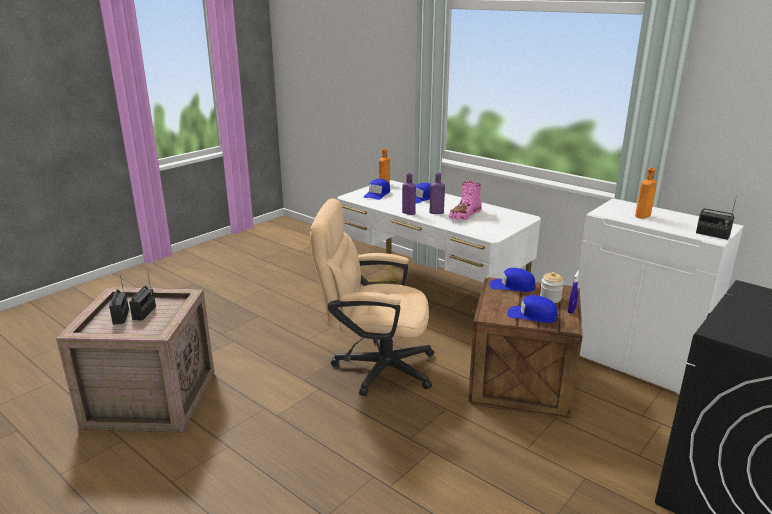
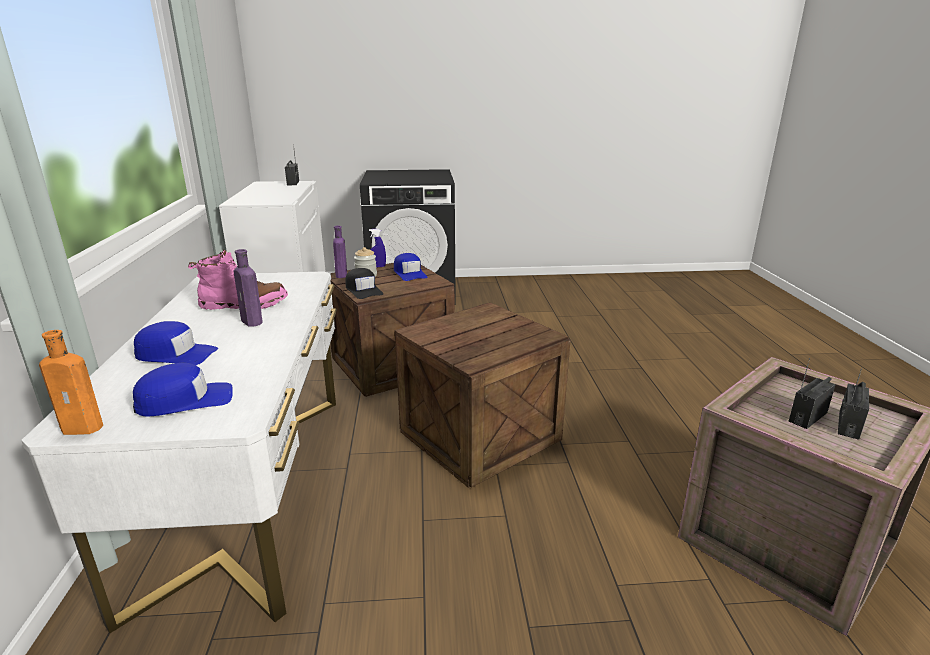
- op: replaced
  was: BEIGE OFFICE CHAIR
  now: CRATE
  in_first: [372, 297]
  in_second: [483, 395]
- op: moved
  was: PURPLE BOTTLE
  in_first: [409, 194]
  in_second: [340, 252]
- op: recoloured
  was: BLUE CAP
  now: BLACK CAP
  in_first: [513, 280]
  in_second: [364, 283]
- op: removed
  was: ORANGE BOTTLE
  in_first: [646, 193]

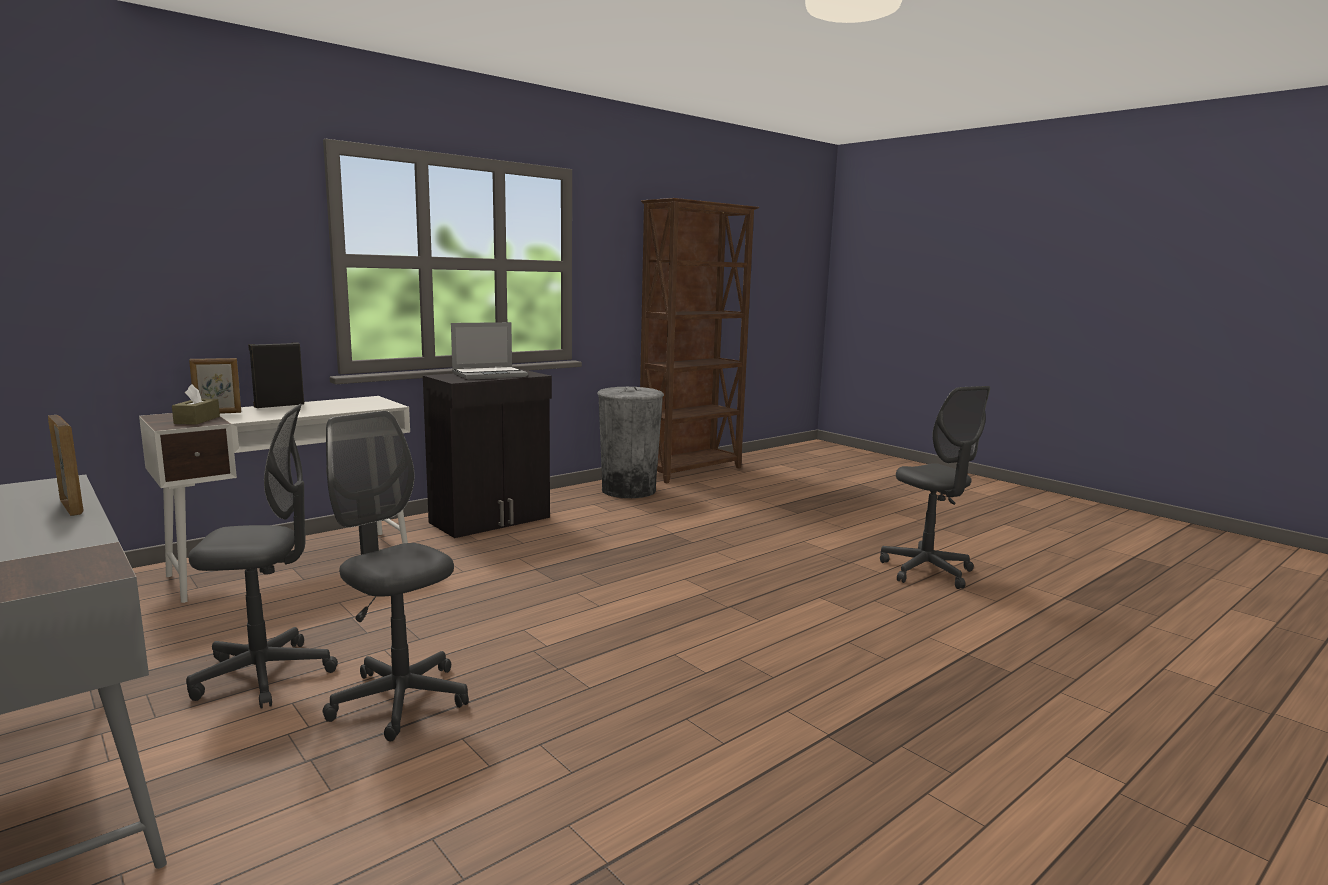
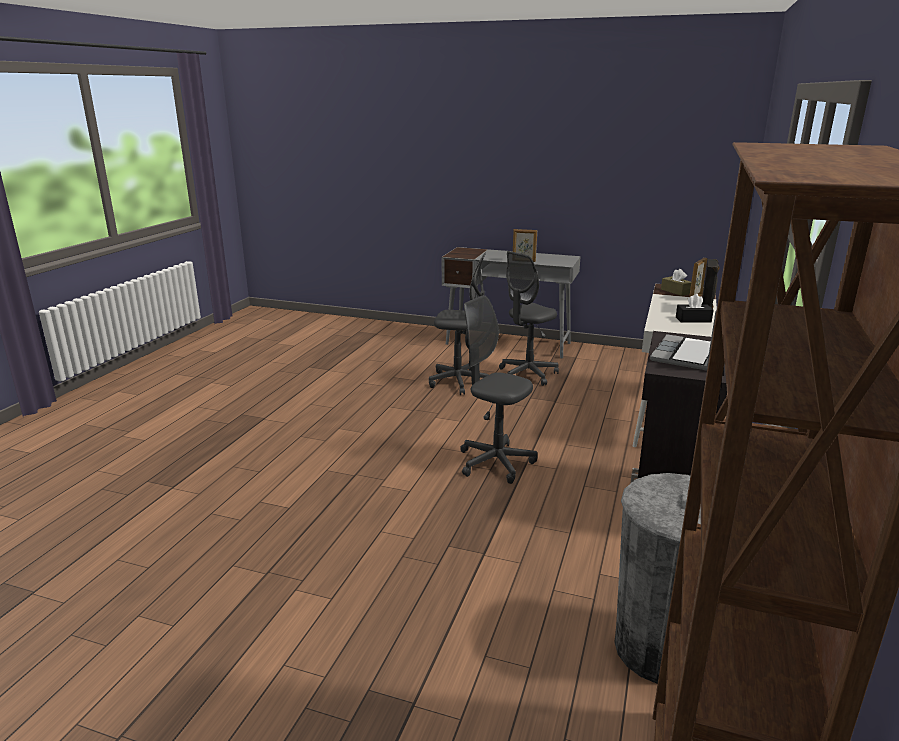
- op: moved
  was: GREY OFFICE CHAIR
  in_first: [935, 487]
  in_second: [498, 389]
- op: added
  now: BLACK TISSUE BOX
  in_second: [695, 308]

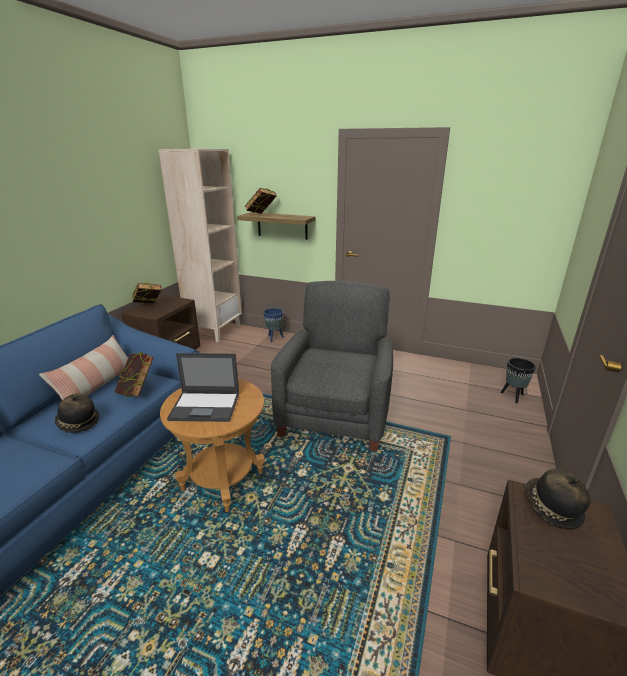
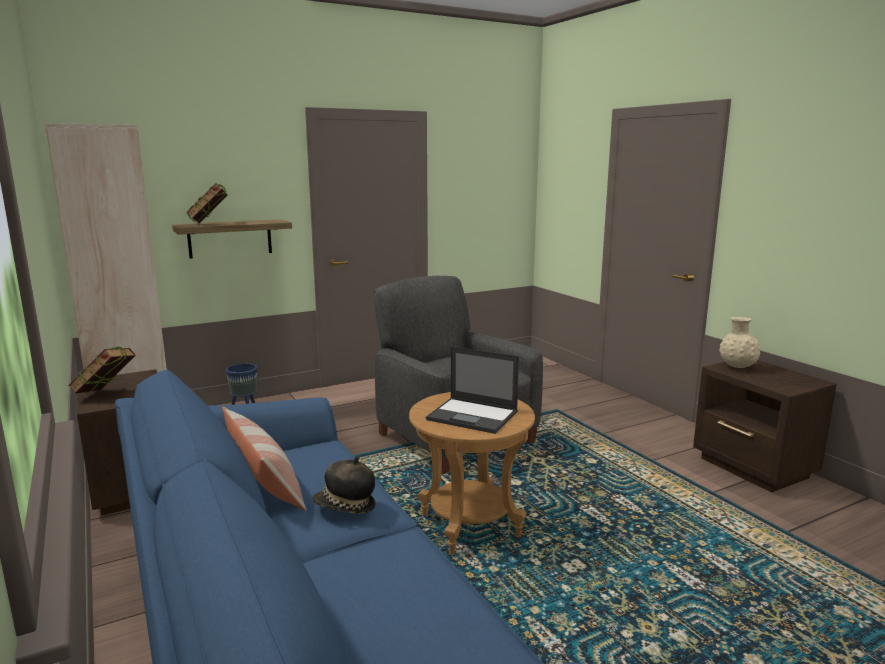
- op: removed
  was: BOOK
  in_first: [134, 374]
- op: turned
  was: LAPTOP
  in_first: [203, 387]
  in_second: [472, 390]
  clockwise: 75
- op: removed
  was: BLACK PLANTER
  in_first: [518, 380]
- op: replaced
  was: HAT
  now: BEIGE VASE
  in_first: [558, 499]
  in_second: [739, 342]

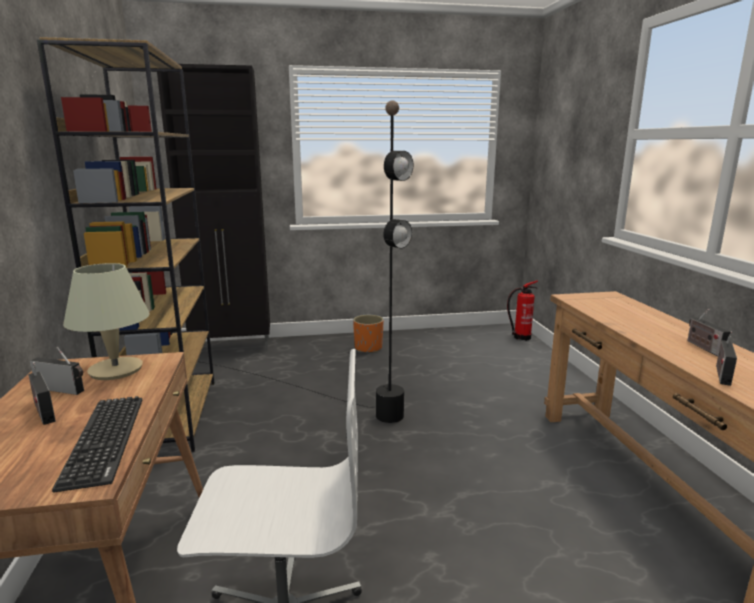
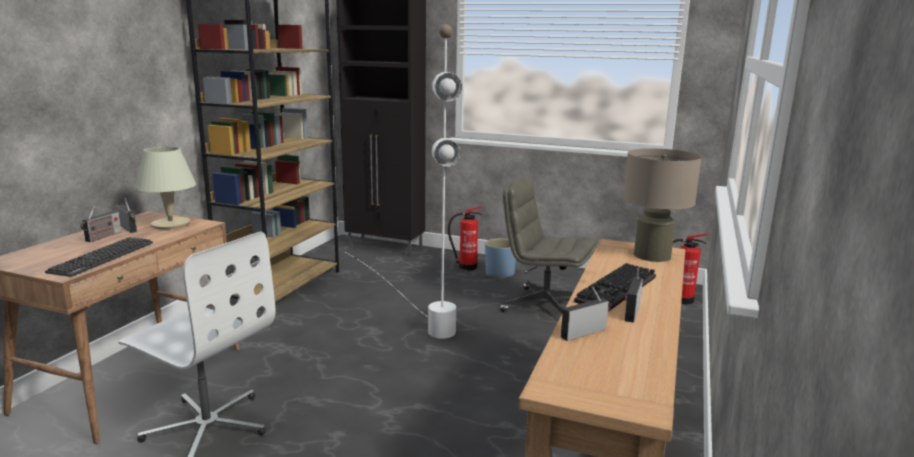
- op: turned
  was: RADIO
  in_first: [42, 393]
  in_second: [101, 223]
  clockwise: -150
- op: recoloured
  was: BLACK FLOOR LAMP
  now: WHITE FLOOR LAMP
  in_first: [305, 261]
  in_second: [403, 181]
- op: recoloured
  was: ORANGE PLANTER
  now: BLUE PLANTER
  in_first: [368, 333]
  in_second: [500, 258]
- op: added
  now: FIRE EXTINGUISHER
  in_second: [465, 238]
- op: added
  now: GREY OFFICE CHAIR
  in_second: [548, 245]
- op: added
  now: KEYBOARD
  in_second: [615, 287]
- op: added
  now: BEIGE TABLE LAMP
  in_second: [662, 205]

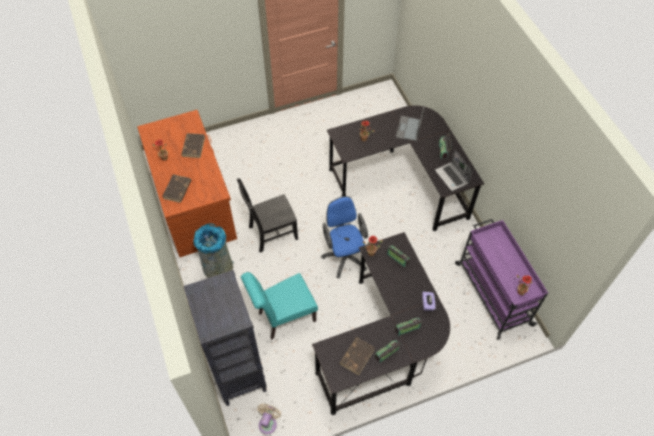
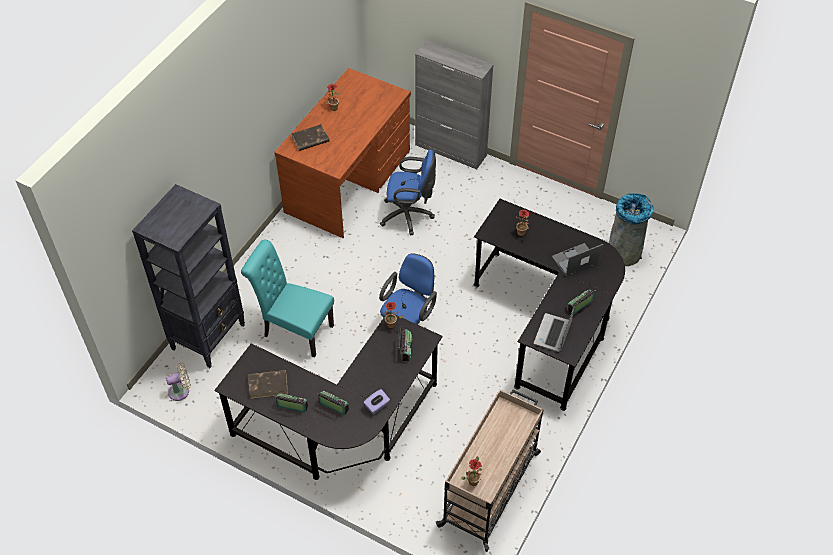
- op: removed
  was: BROWN BOOK
  in_first: [193, 145]
- op: moved
  was: GREY TRASH CAN
  in_first: [213, 251]
  in_second: [631, 229]
- op: removed
  was: BLACK CHAIR
  in_first: [267, 215]
- op: recoloured
  was: PURPLE CART
  now: BEIGE CART
  in_first: [501, 279]
  in_second: [489, 471]
- op: added
  now: BLUE OFFICE CHAIR
  in_second: [408, 192]
- op: added
  now: GREY CABINET
  in_second: [454, 104]

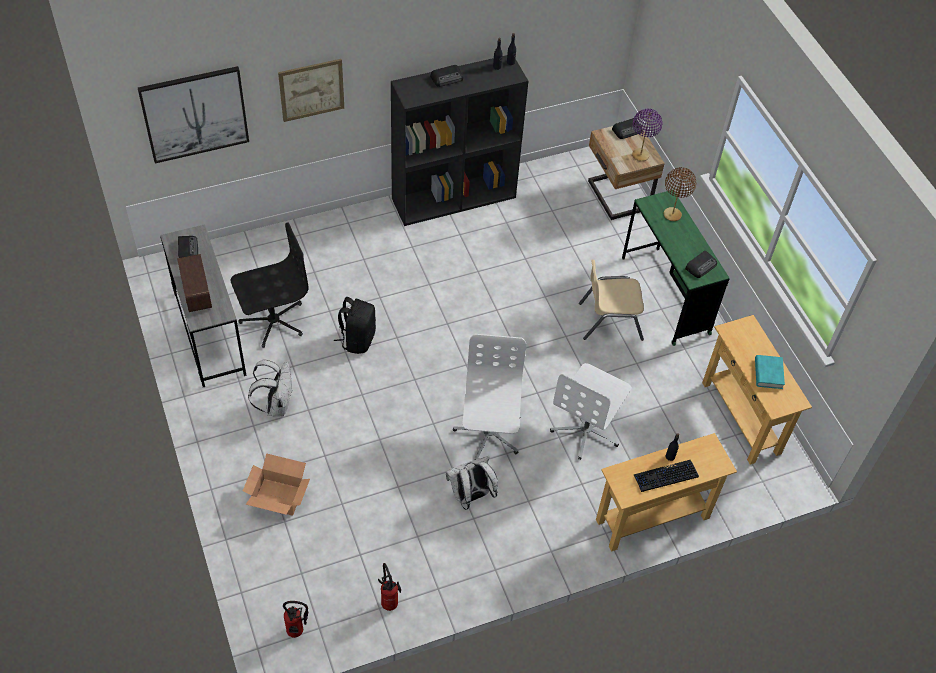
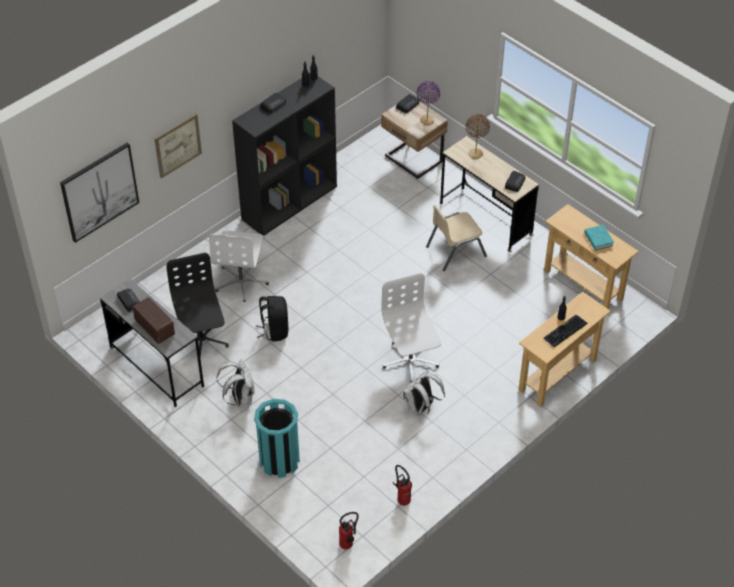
- op: turned
  was: BLACK OFFICE CHAIR
  in_first: [270, 285]
  in_second: [197, 305]
  clockwise: -60
- op: replaced
  was: CARDBOARD BOX
  now: TURQUOISE TRASH CAN
  in_first: [276, 484]
  in_second: [277, 438]
- op: moved
  was: WHITE OFFICE CHAIR
  in_first: [591, 411]
  in_second: [239, 266]
- op: recoloured
  was: GREEN DESK
  now: BEIGE DESK
  in_first: [675, 268]
  in_second: [489, 194]

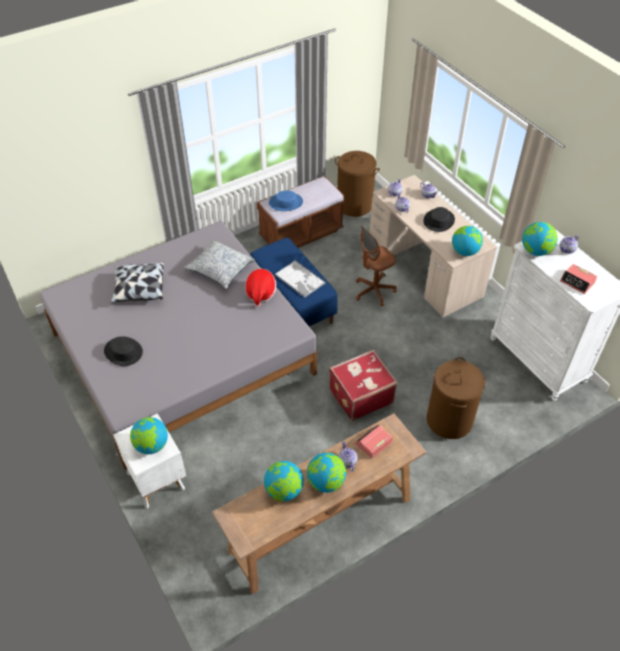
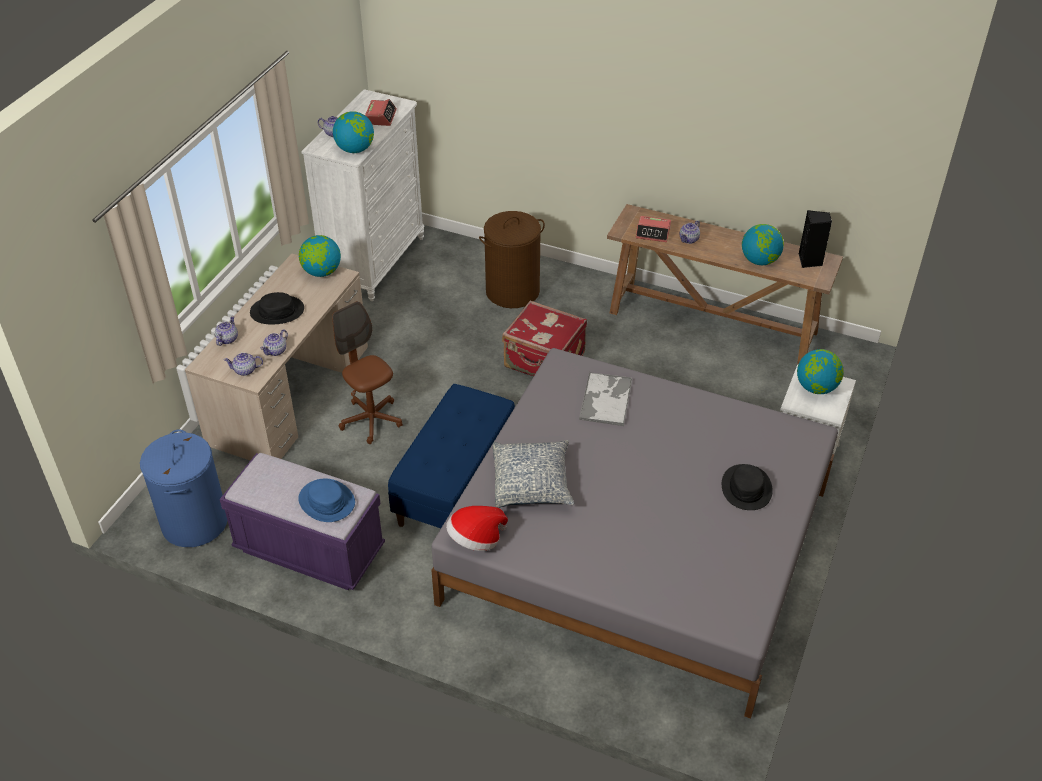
- op: removed
  was: PILLOW
  in_first: [137, 282]
- op: moved
  was: HAT
  in_first: [260, 288]
  in_second: [477, 528]
- op: recoloured
  was: BROWN BENCH
  now: PURPLE BENCH
  in_first: [301, 212]
  in_second: [302, 521]
- op: moved
  was: TRAY
  in_first: [300, 279]
  in_second: [605, 399]
- op: removed
  was: GLOBE
  in_first: [326, 473]
- op: recoloured
  was: BROWN LAUNDRY BASKET
  now: BLUE LAUNDRY BASKET
  in_first: [357, 184]
  in_second: [183, 488]
- op: turned
  was: BROWN OFFICE CHAIR
  in_first: [376, 266]
  in_second: [367, 372]
  clockwise: -150
- op: added
  now: BLACK SPEAKER
  in_second: [815, 239]

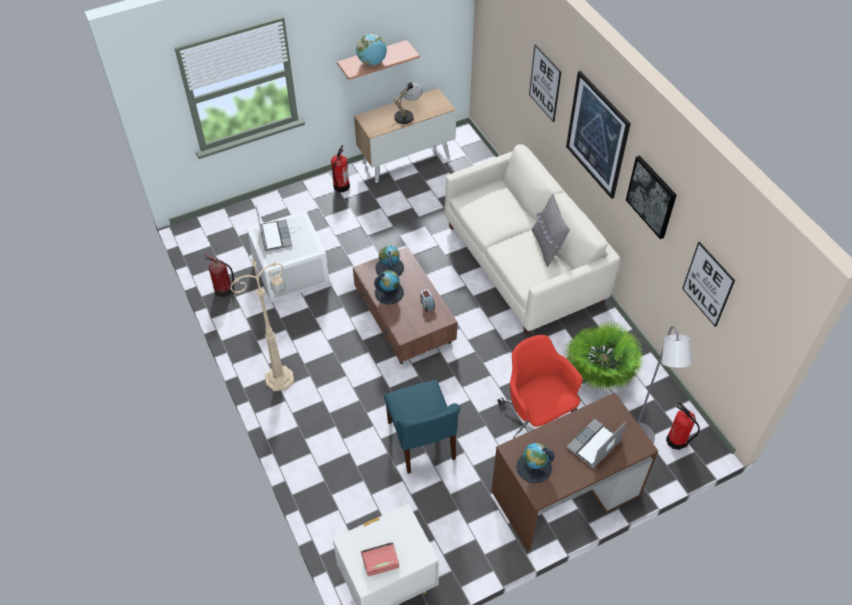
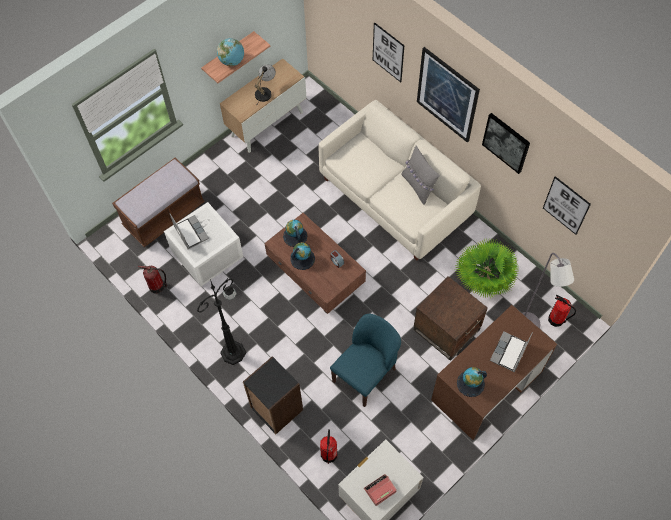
- op: recoloured
  was: BEIGE FLOOR LAMP
  now: BLACK FLOOR LAMP
  in_first: [262, 321]
  in_second: [221, 321]
- op: moved
  was: FIRE EXTINGUISHER
  in_first: [340, 168]
  in_second: [329, 446]
- op: turned
  was: BLUE CHAIR
  in_first: [422, 427]
  in_second: [365, 360]
  clockwise: -105
- op: replaced
  was: RED OFFICE CHAIR
  now: BROWN SIDE TABLE
  in_first: [539, 387]
  in_second: [451, 318]
- op: added
  now: BROWN BENCH
  in_second: [158, 202]
- op: added
  now: BLACK BOOKCASE
  in_second: [273, 395]

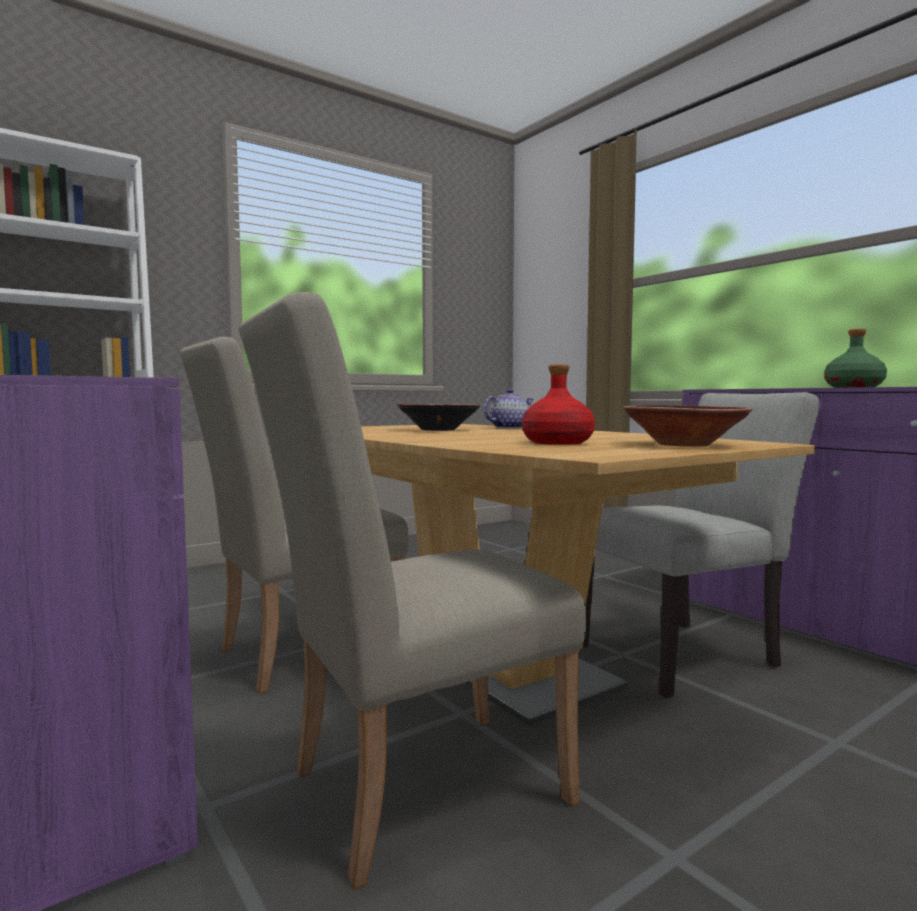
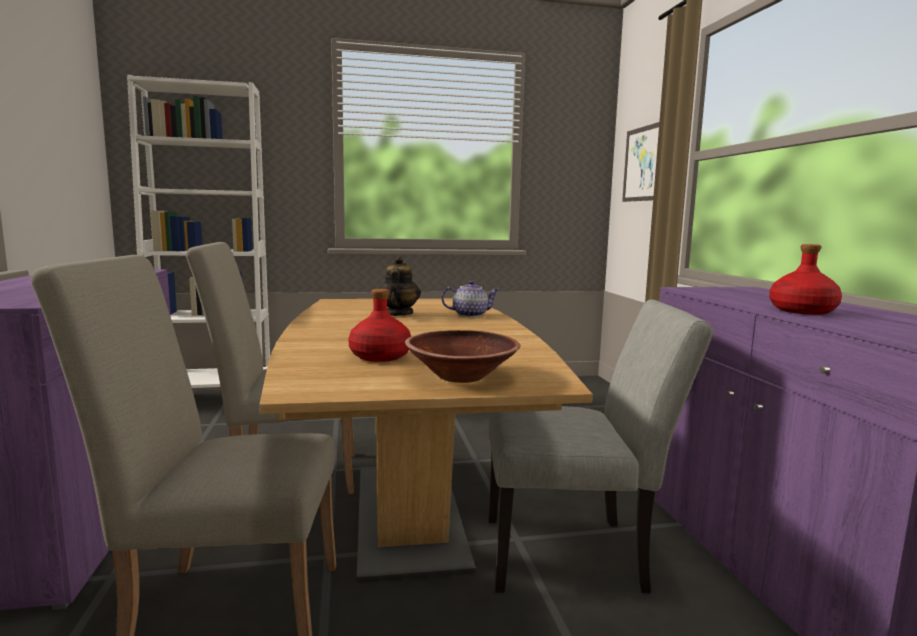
- op: replaced
  was: BLACK BOWL
  now: TEAPOT
  in_first: [438, 417]
  in_second: [399, 285]
- op: recoloured
  was: GREEN BOTTLE
  now: RED BOTTLE
  in_first: [855, 358]
  in_second: [805, 279]
- op: added
  now: PICTURE
  in_second: [640, 162]

